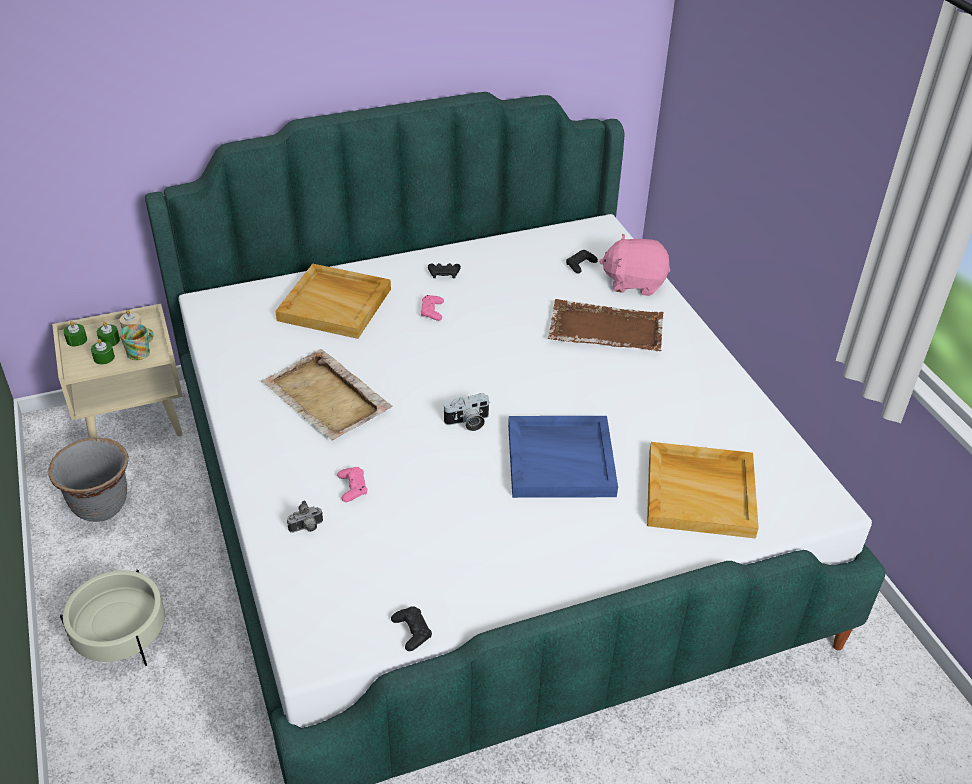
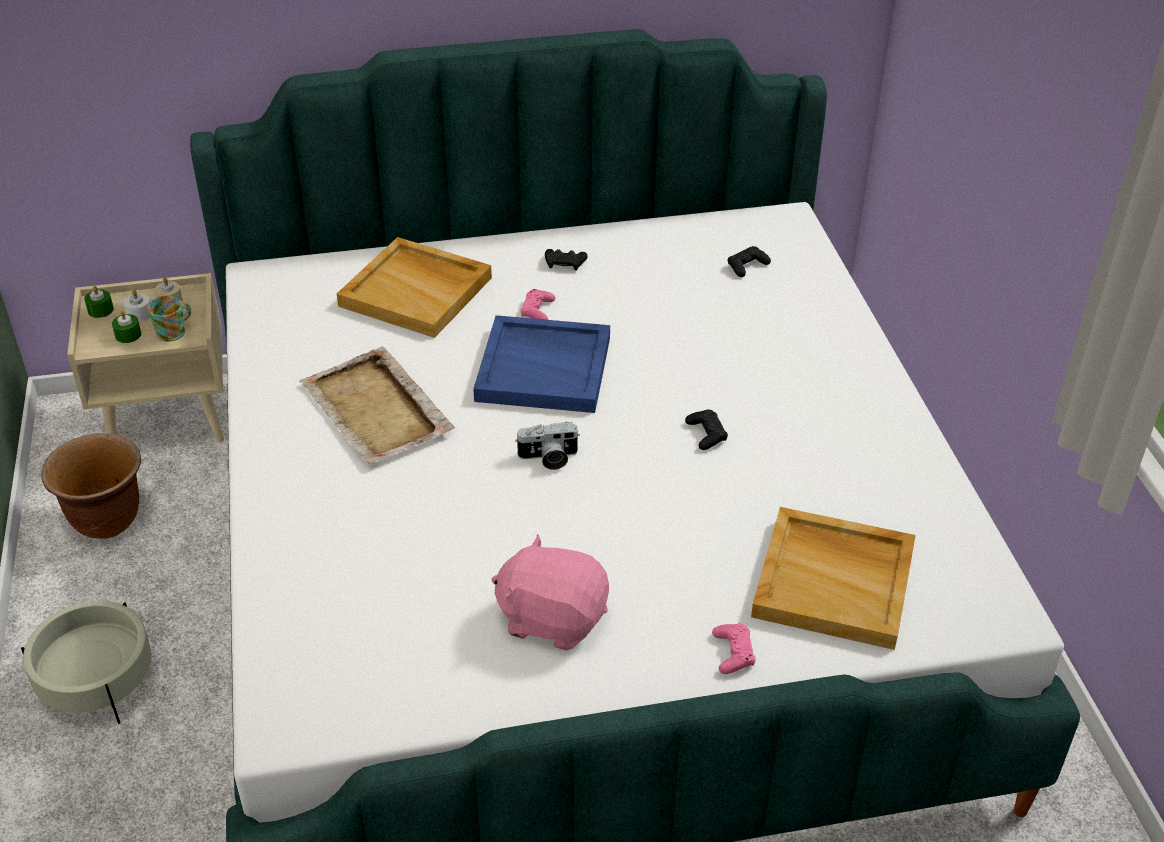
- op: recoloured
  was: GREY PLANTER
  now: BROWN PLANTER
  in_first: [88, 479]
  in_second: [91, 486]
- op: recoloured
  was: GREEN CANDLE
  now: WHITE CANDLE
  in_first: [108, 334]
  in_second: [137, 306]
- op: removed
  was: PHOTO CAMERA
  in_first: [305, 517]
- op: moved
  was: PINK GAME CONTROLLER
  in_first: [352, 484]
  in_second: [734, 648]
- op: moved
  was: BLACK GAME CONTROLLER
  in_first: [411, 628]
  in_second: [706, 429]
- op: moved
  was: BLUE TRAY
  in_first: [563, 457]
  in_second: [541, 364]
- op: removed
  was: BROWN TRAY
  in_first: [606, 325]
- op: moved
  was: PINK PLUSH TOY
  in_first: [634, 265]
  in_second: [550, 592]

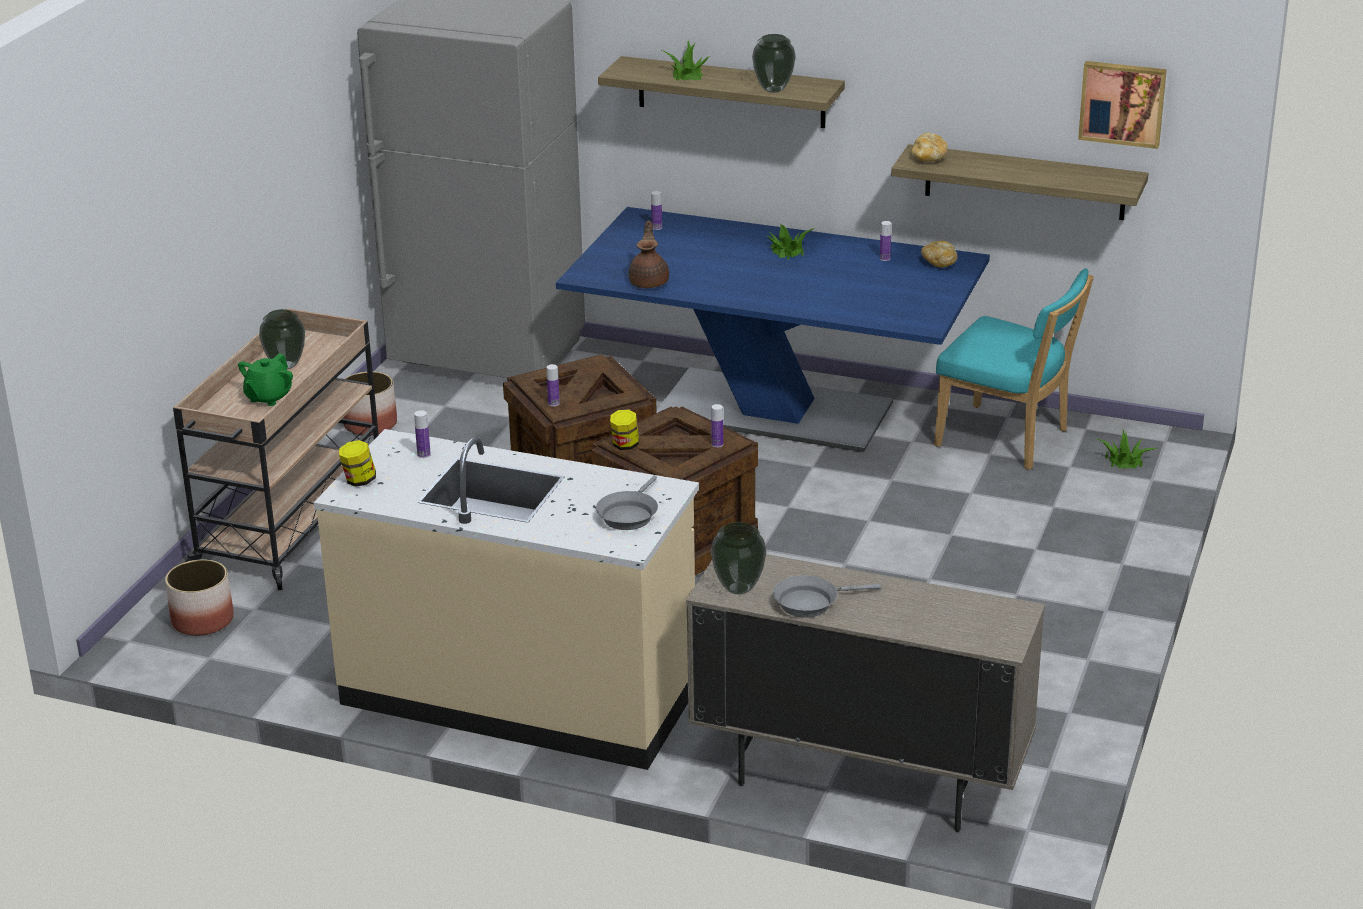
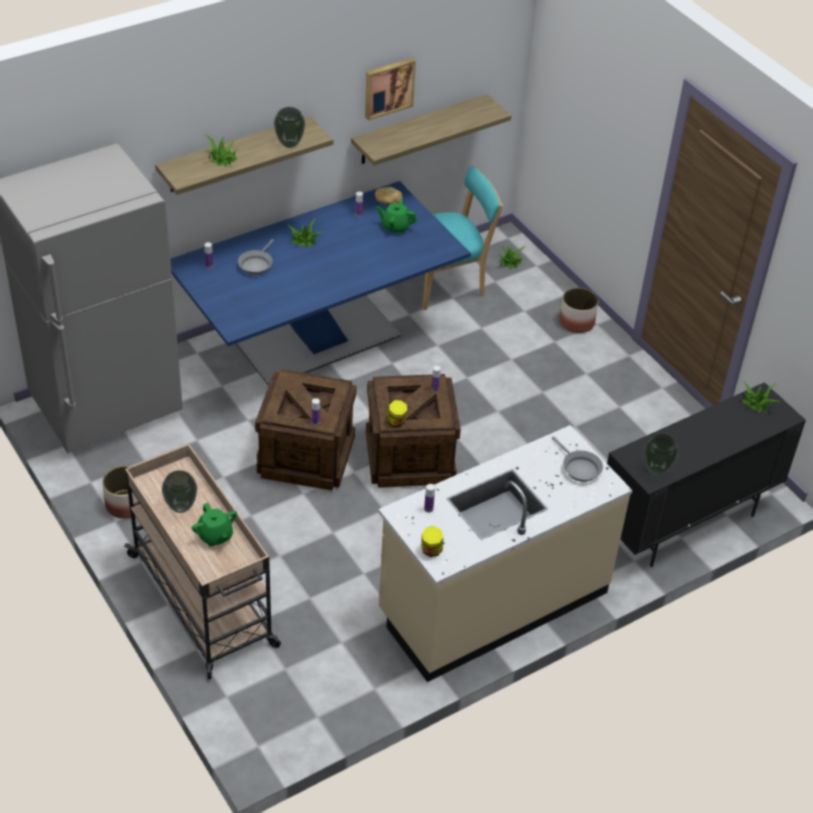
- op: moved
  was: PLANTER
  in_first: [199, 597]
  in_second: [578, 310]
- op: removed
  was: BROWN TEAPOT
  in_first: [649, 254]
- op: recoloured
  was: BEIGE CABINET
  now: BLACK CABINET
  in_first: [865, 693]
  in_second: [706, 474]
- op: moved
  was: GREY FRYING PAN
  in_first: [827, 596]
  in_second: [256, 257]
- op: removed
  was: BREAD
  in_first: [929, 147]
- op: moved
  was: PICTURE
  in_first: [1122, 105]
  in_second: [390, 89]
- op: added
  now: GREEN TEAPOT
  in_second: [396, 216]
- op: added
  now: POTTED PLANT
  in_second: [761, 396]

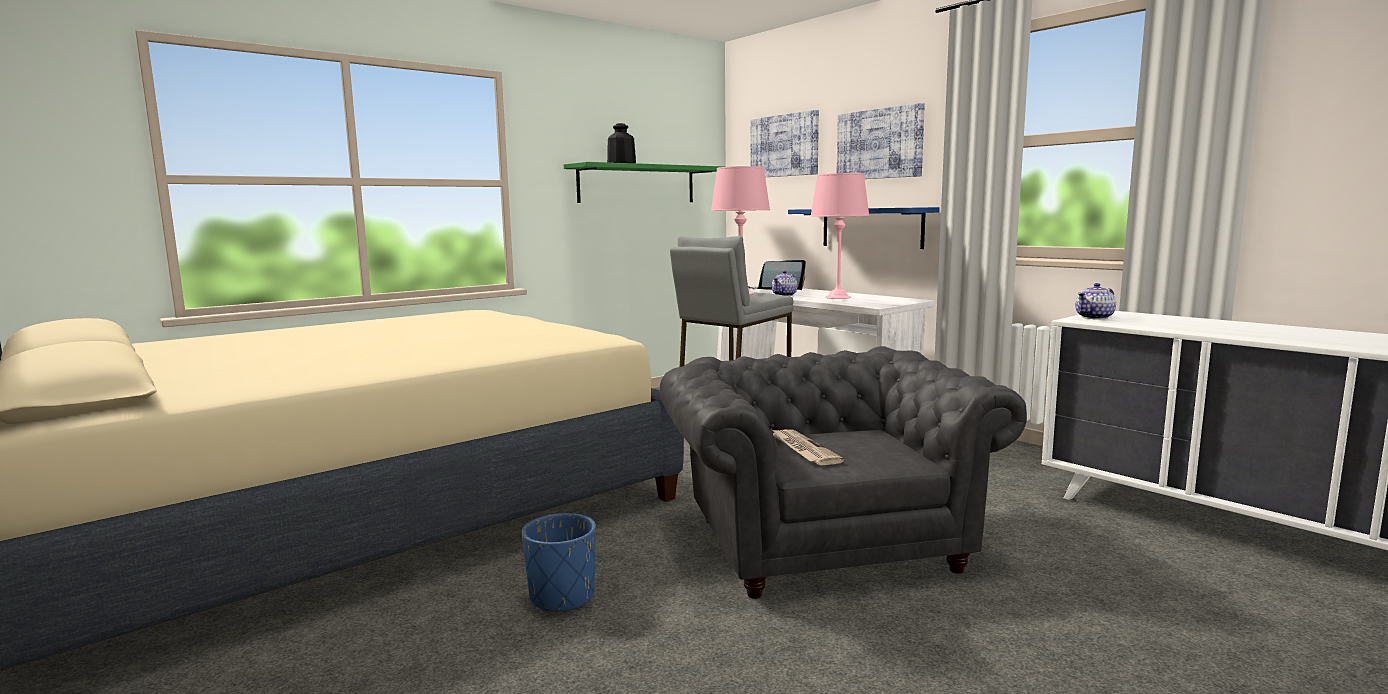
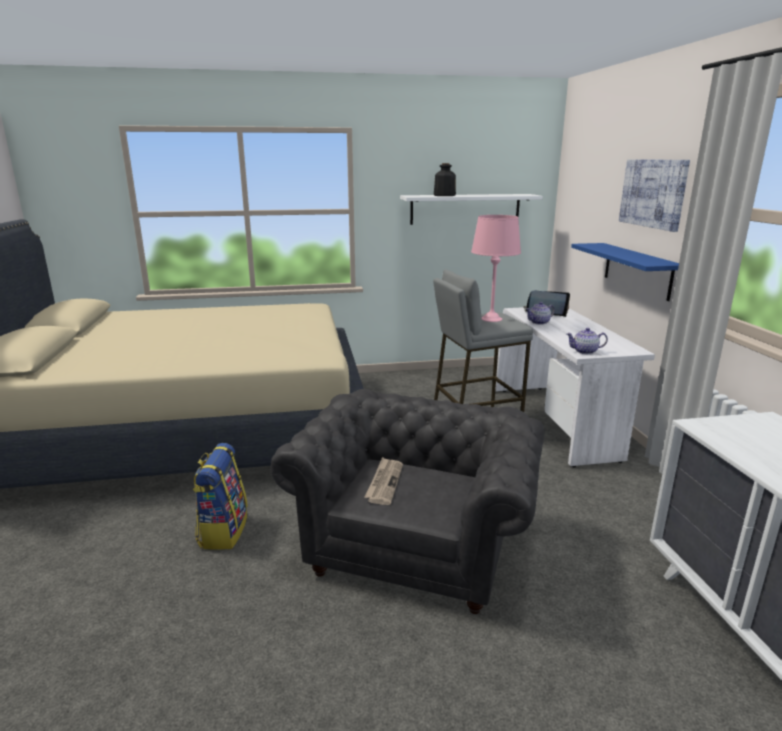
- op: replaced
  was: BLUE PLANTER
  now: BACKPACK
  in_first: [559, 563]
  in_second: [220, 496]
- op: recoloured
  was: GREEN SHELF
  now: WHITE SHELF
  in_first: [644, 182]
  in_second: [471, 209]
- op: removed
  was: PICTURE
  in_first: [784, 143]
- op: removed
  was: PINK TABLE LAMP
  in_first: [840, 236]
- op: moved
  was: TEAPOT
  in_first: [1096, 301]
  in_second: [587, 341]

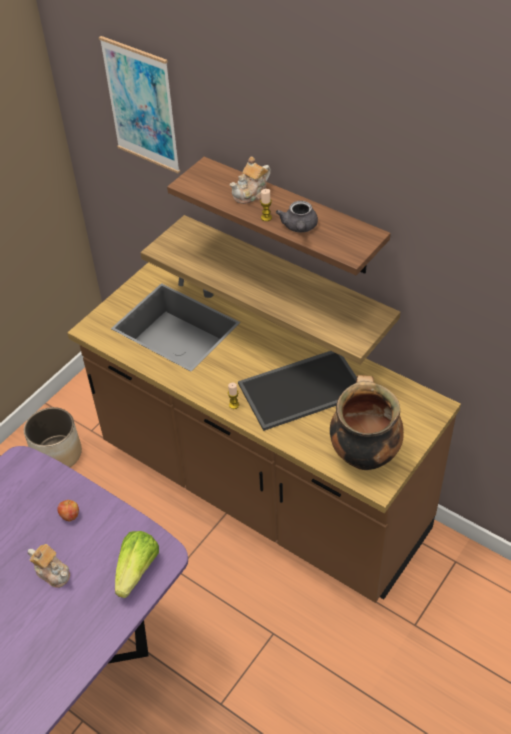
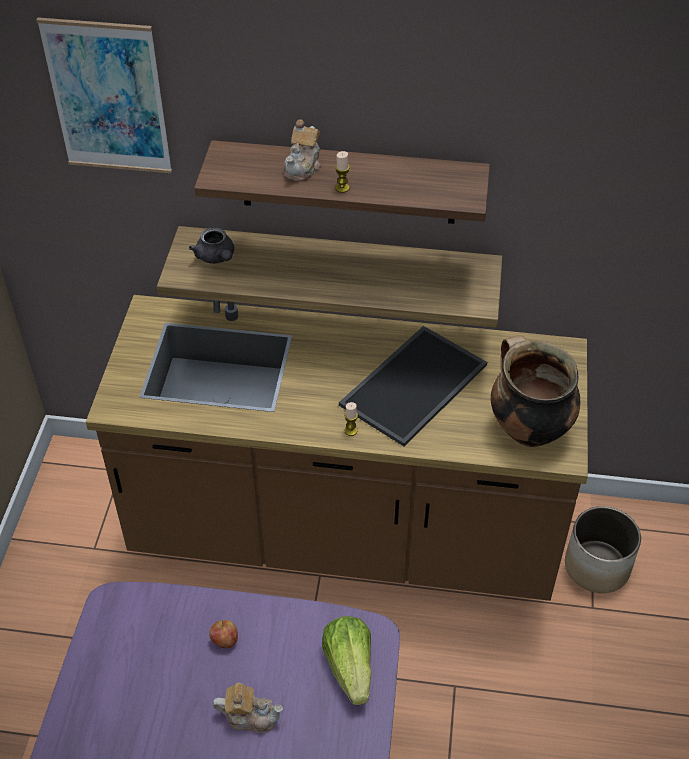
- op: moved
  was: PLANTER
  in_first: [53, 437]
  in_second: [603, 549]
- op: moved
  was: GREY TEAPOT
  in_first: [297, 216]
  in_second: [211, 245]

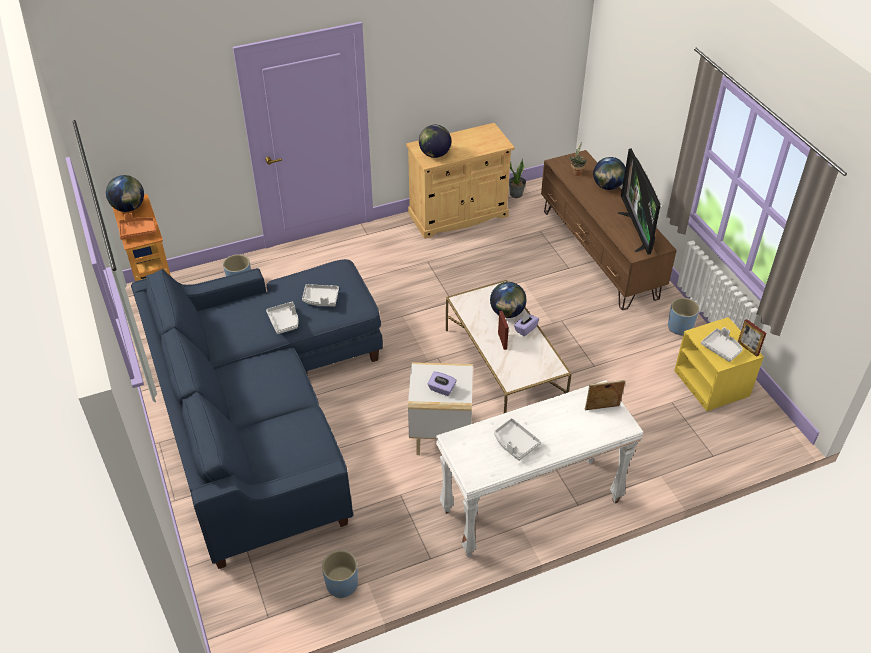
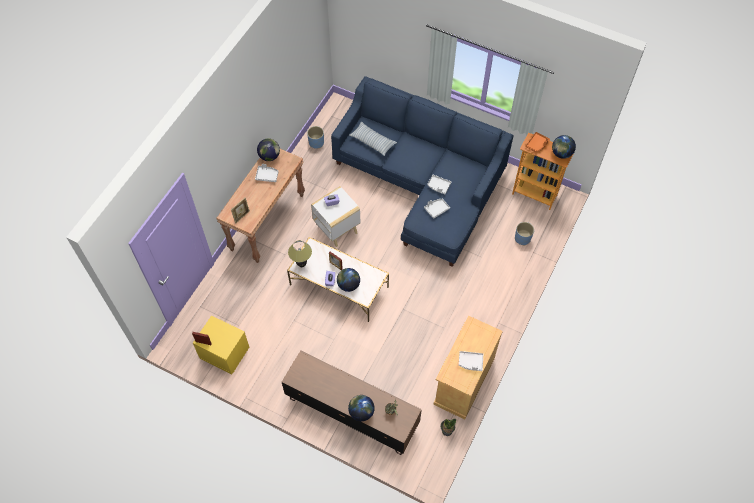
- op: moved
  was: GLOBE
  in_first: [435, 141]
  in_second: [268, 149]
- op: recoloured
  was: WHITE CONSOLE TABLE
  now: BROWN CONSOLE TABLE
  in_first: [540, 469]
  in_second: [260, 206]
- op: removed
  was: TELEVISION
  in_first: [639, 201]
- op: removed
  was: BLUE PLANTER
  in_first: [683, 316]
- op: moved
  was: GREY TRAY
  in_first: [722, 344]
  in_second: [471, 361]
- op: added
  now: TABLE LAMP
  in_second: [300, 253]
- op: added
  now: PILLOW
  in_second: [373, 139]

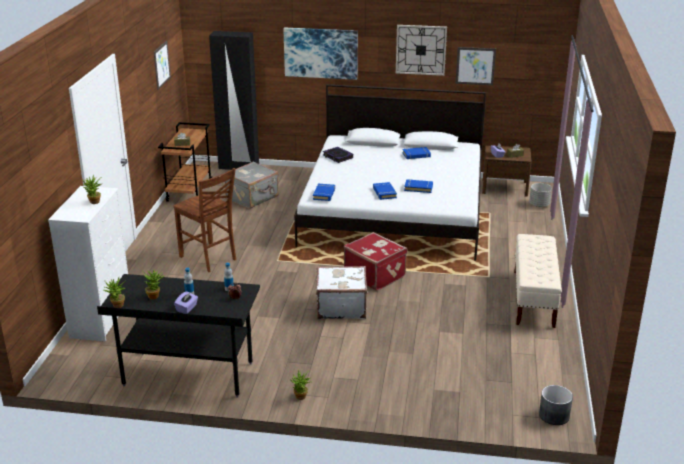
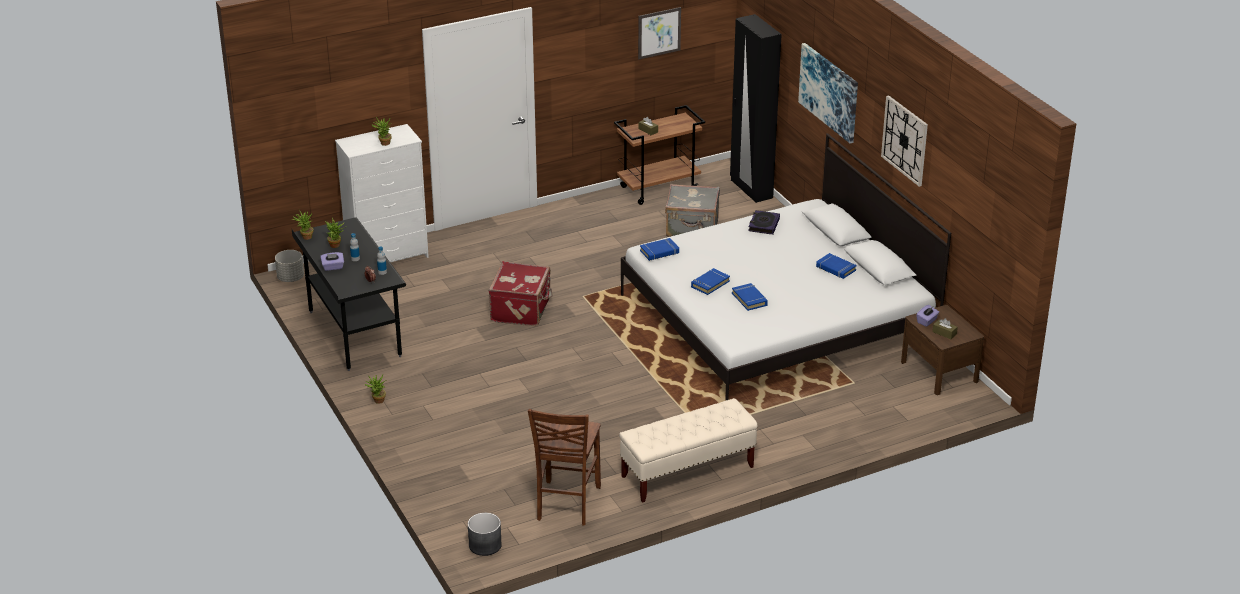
- op: moved
  was: BROWN CHAIR
  in_first: [205, 220]
  in_second: [564, 467]
- op: removed
  was: WHITE SUITCASE
  in_first: [341, 292]
- op: moved
  was: RED SUITCASE
  in_first: [375, 261]
  in_second: [521, 293]
- op: removed
  was: PICTURE
  in_first: [476, 66]
- op: moved
  was: GREY PLANTER
  in_first: [540, 195]
  in_second: [289, 266]

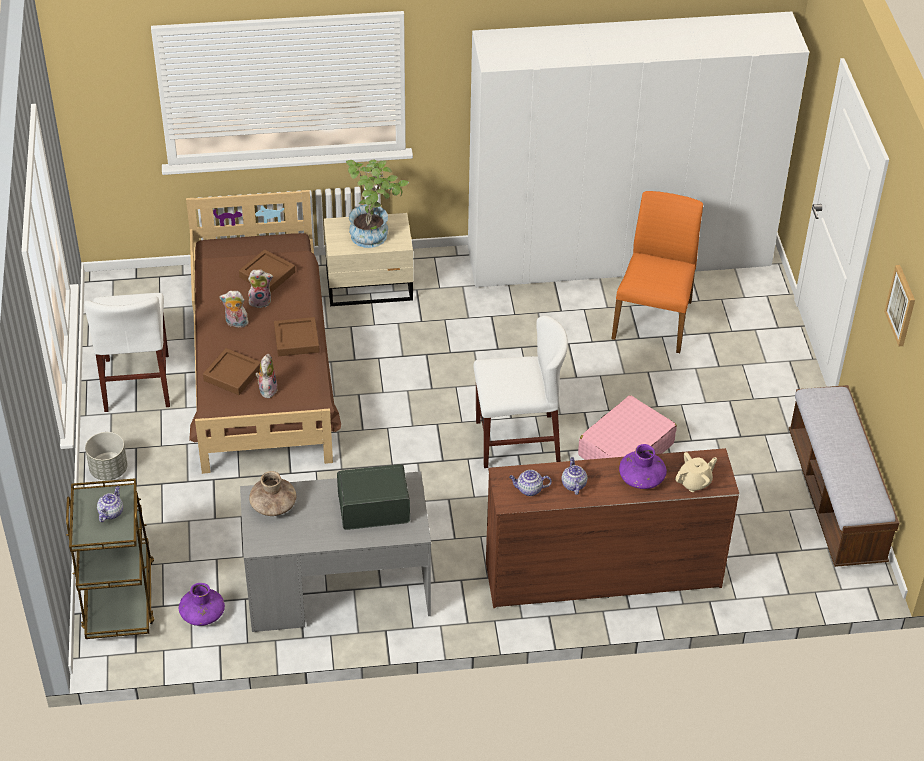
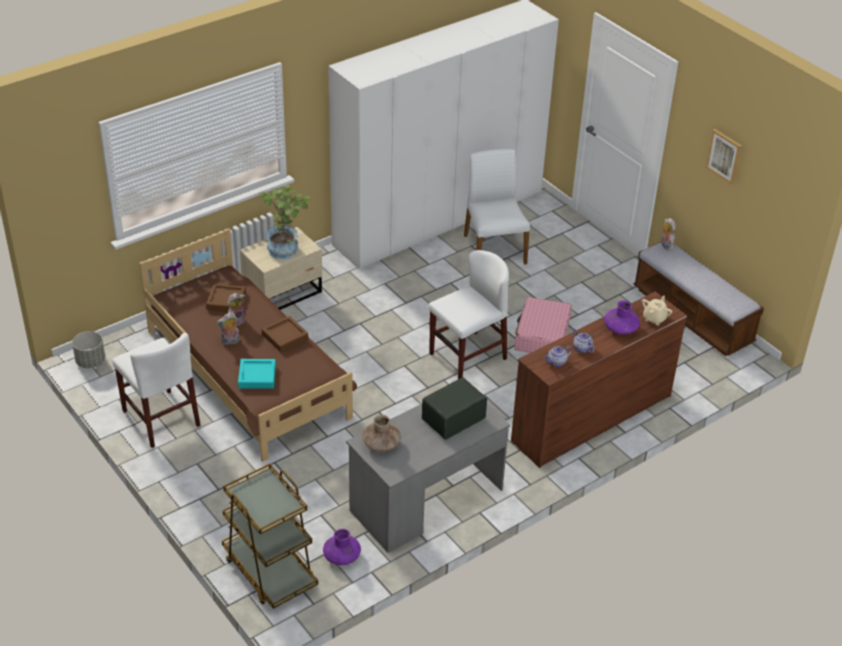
- op: moved
  was: GREY PLANTER
  in_first: [106, 456]
  in_second: [88, 349]
- op: removed
  was: TEAPOT
  in_first: [110, 504]
- op: recoloured
  was: BROWN TRAY
  now: TURQUOISE TRAY
  in_first: [231, 371]
  in_second: [257, 374]
- op: moved
  was: PLUSH TOY
  in_first: [266, 376]
  in_second: [668, 234]
- op: recoloured
  was: ORANGE CHAIR
  now: WHITE CHAIR
  in_first: [657, 272]
  in_second: [497, 206]

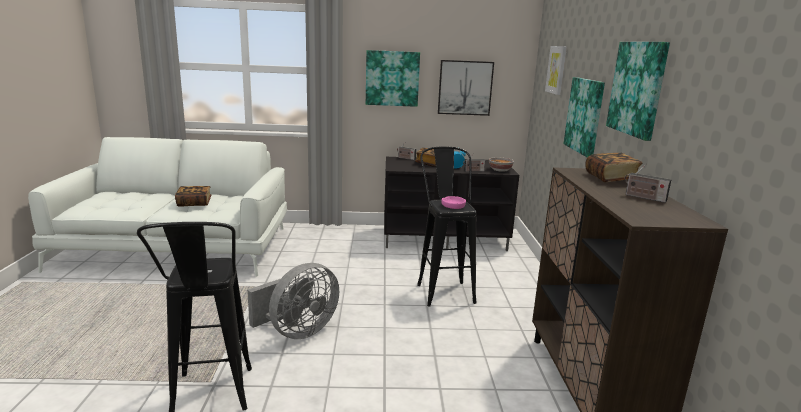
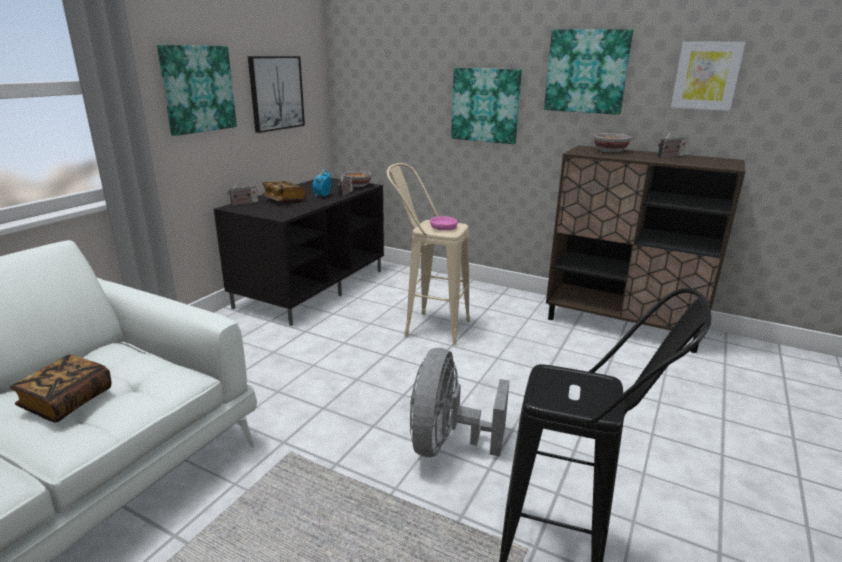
- op: turned
  was: GREY FAN
  in_first: [293, 301]
  in_second: [460, 402]
  clockwise: -150
- op: recoloured
  was: BLACK STOOL
  now: BEIGE STOOL
  in_first: [447, 226]
  in_second: [428, 254]
- op: moved
  was: PICTURE
  in_first: [556, 70]
  in_second: [708, 76]
- op: replaced
  was: BOOK
  now: BOWL
  in_first: [613, 167]
  in_second: [612, 143]

